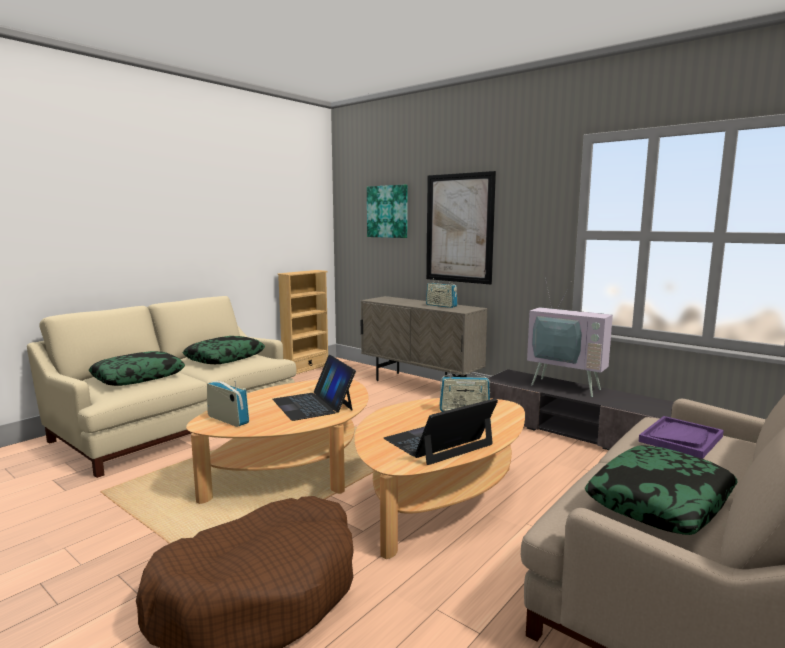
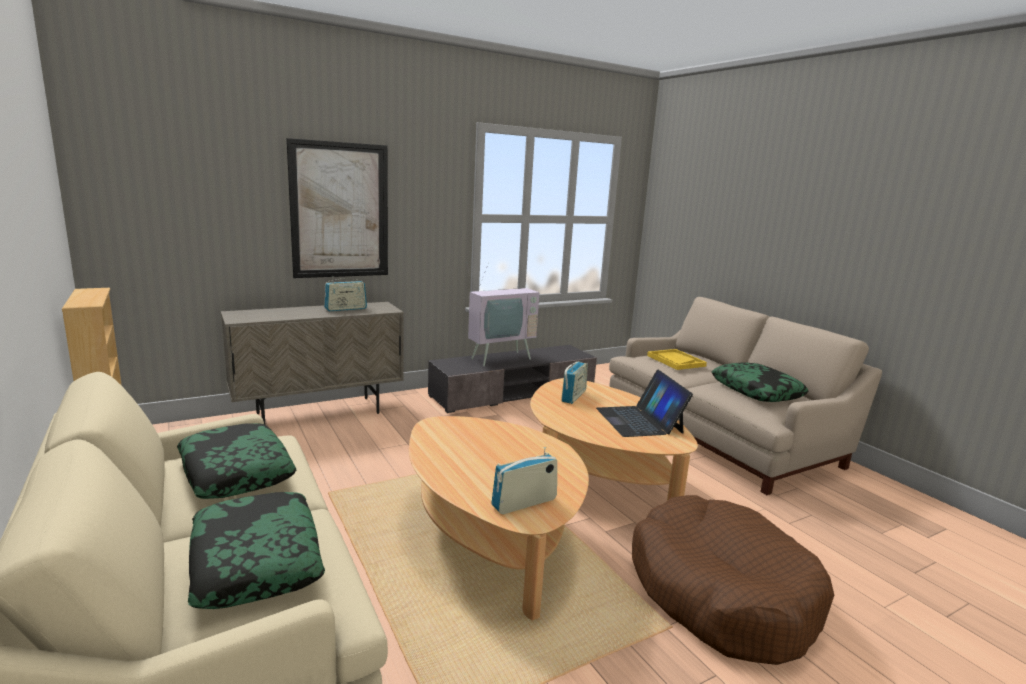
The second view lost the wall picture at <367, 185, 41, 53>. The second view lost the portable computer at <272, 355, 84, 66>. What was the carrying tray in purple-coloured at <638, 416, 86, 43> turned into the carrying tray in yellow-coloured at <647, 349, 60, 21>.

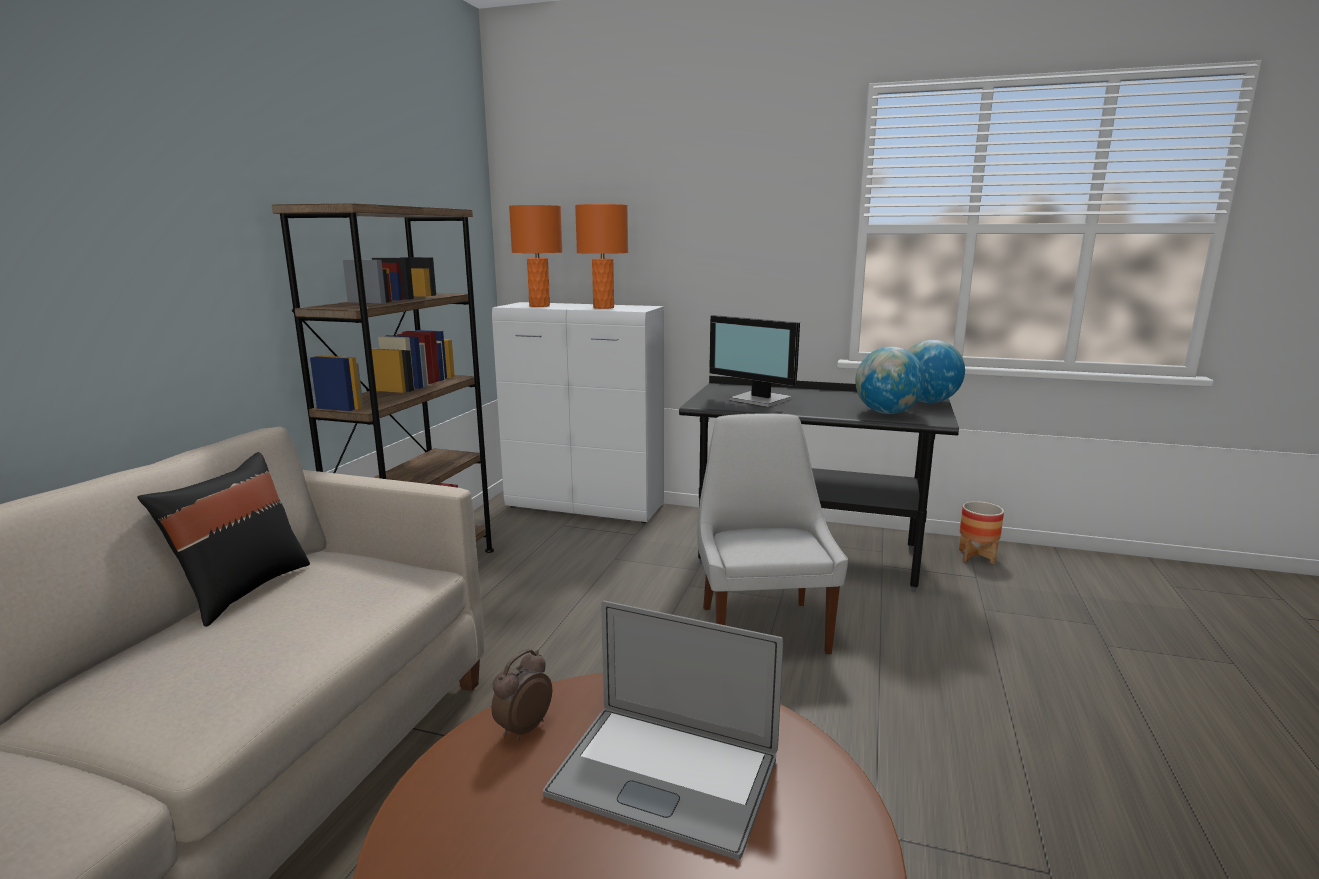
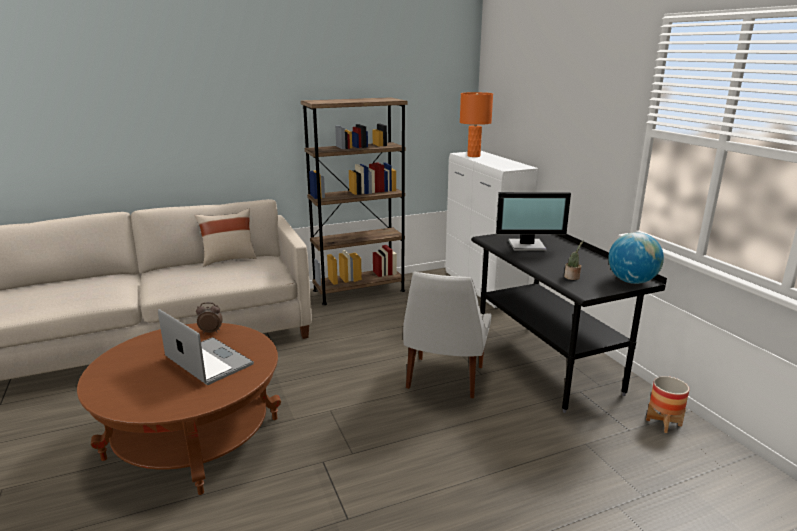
The second view lost the table lamp in orange at <575, 204, 53, 105>. The computer display at <709, 315, 91, 92> ended up facing another way, 90 degrees counterclockwise from before. Where the world globe stood at <855, 347, 70, 67>, the plant in a pot came to stand at <564, 241, 20, 39>. The upright chair in white-coloured at <697, 413, 151, 241> ended up facing another way, 150 degrees clockwise from before. What was the throw pillow in black-coloured at <137, 452, 173, 175> turned into the throw pillow in beige-coloured at <194, 209, 63, 57>. The portable computer at <543, 600, 240, 260> ended up facing another way, 150 degrees clockwise from before.

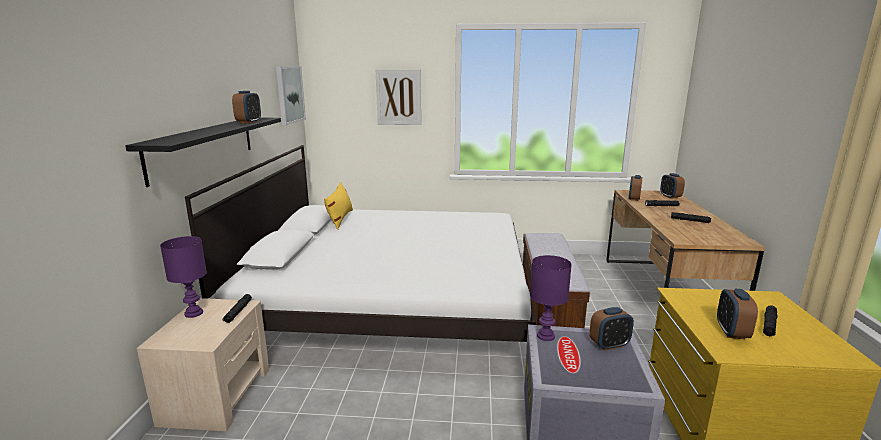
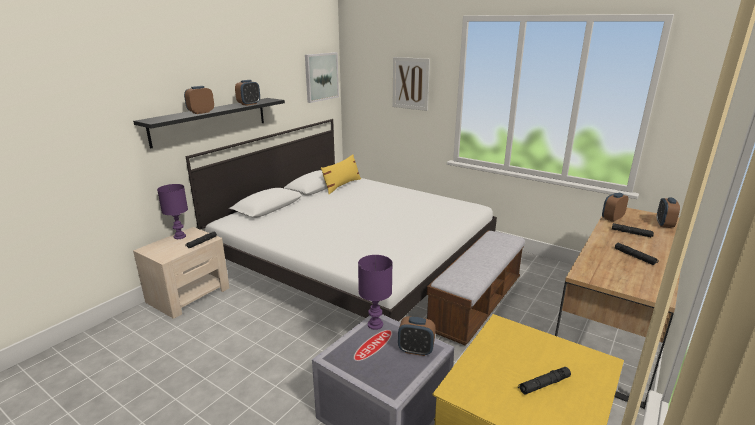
The bedside clock ended up elsewhere, having gone from <717, 289, 41, 50> to <184, 86, 30, 28>.

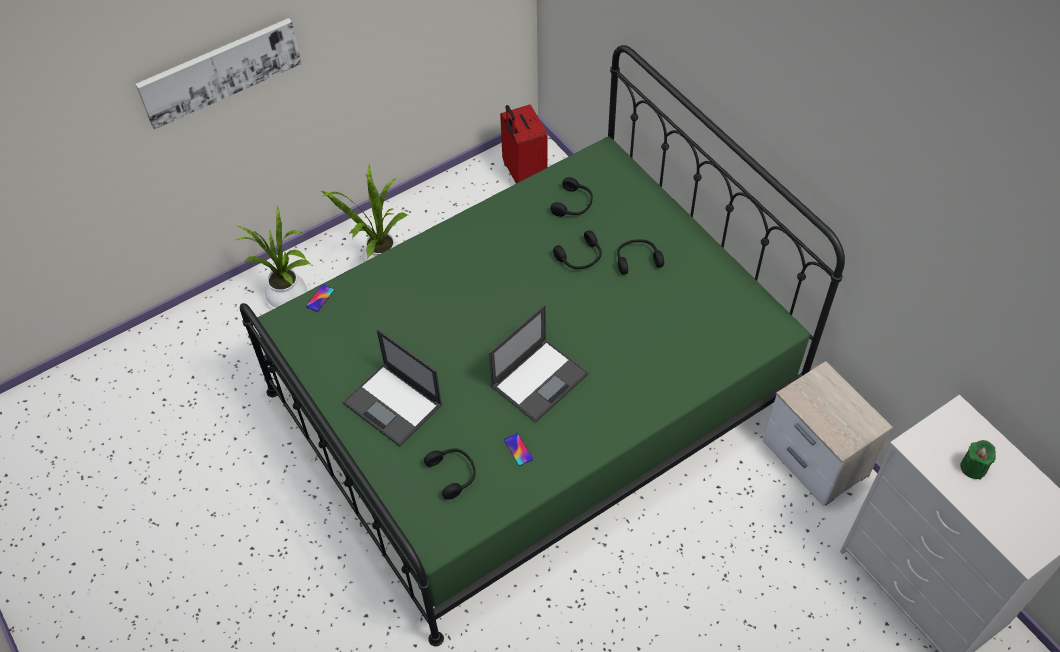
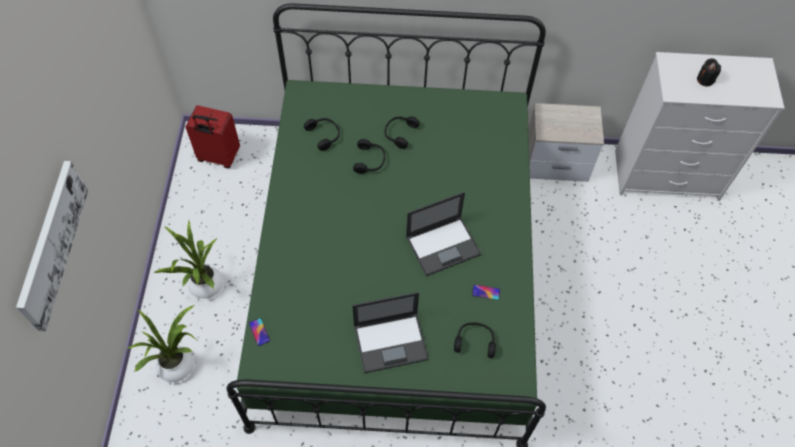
The portable computer at <489, 305, 100, 117> ended up facing another way, 75 degrees clockwise from before. What was the wax candle in greenish at <960, 440, 36, 40> turned into the wax candle in black-coloured at <697, 58, 24, 28>.

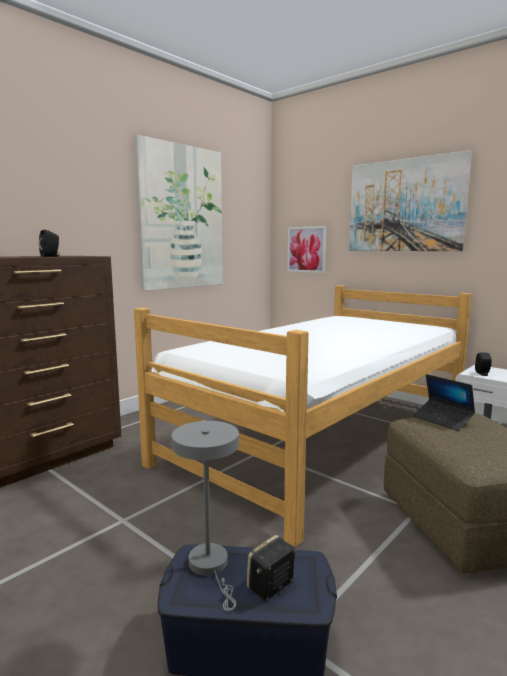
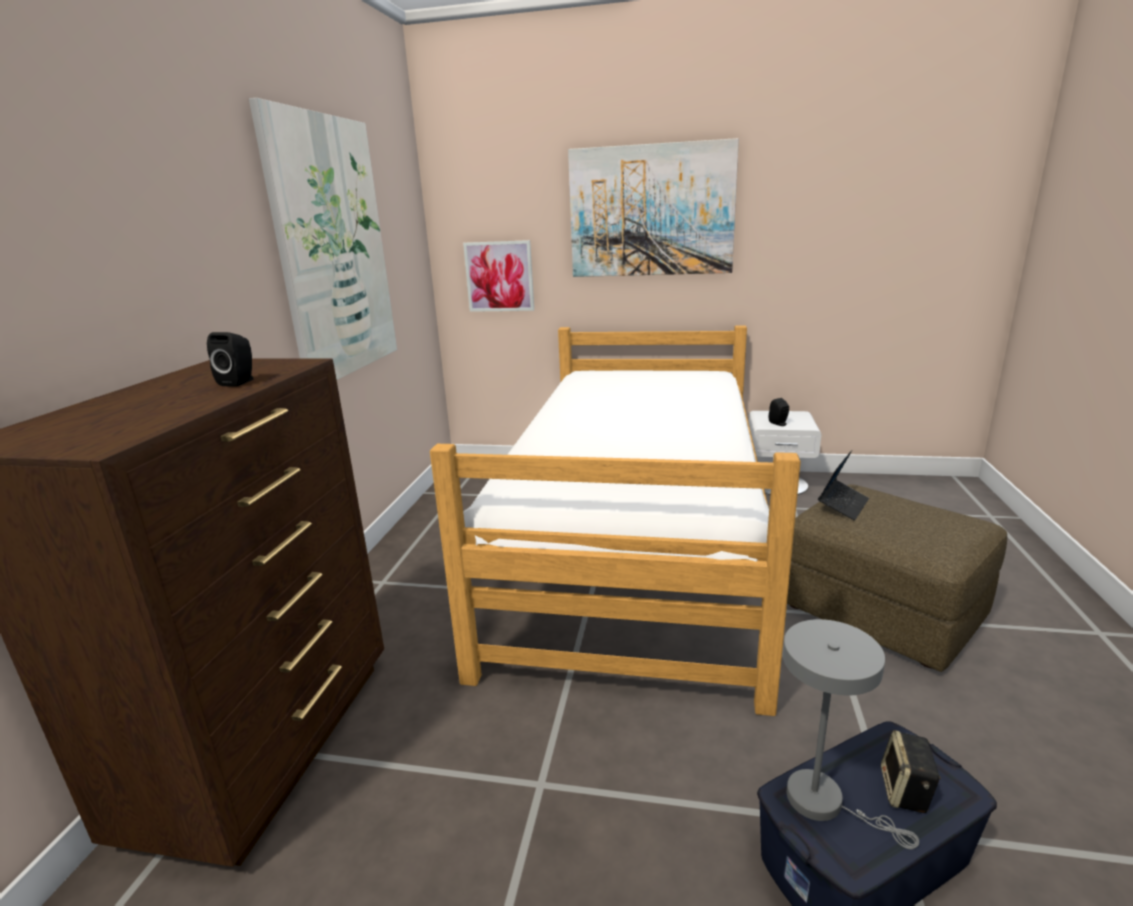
The portable computer at <413, 374, 62, 57> ended up facing another way, 75 degrees counterclockwise from before.

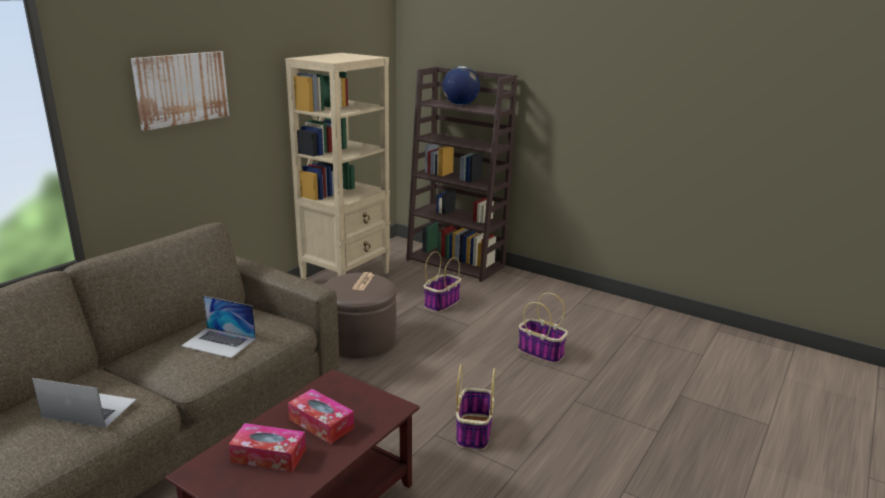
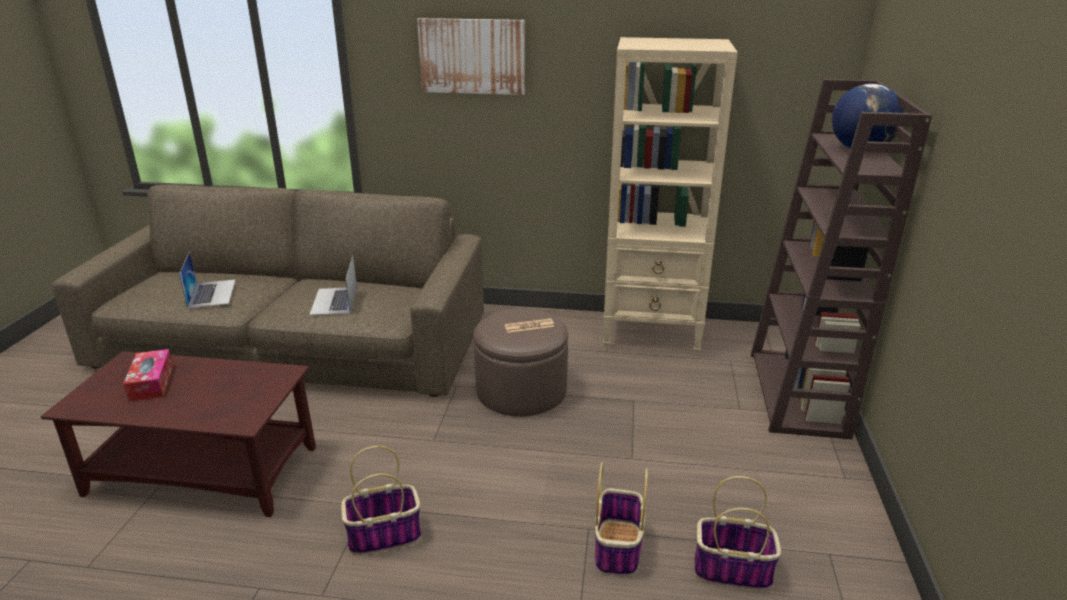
The basket ended up elsewhere, having gone from <423, 251, 38, 61> to <694, 476, 87, 114>. The second view lost the tissue holder at <288, 389, 66, 55>.

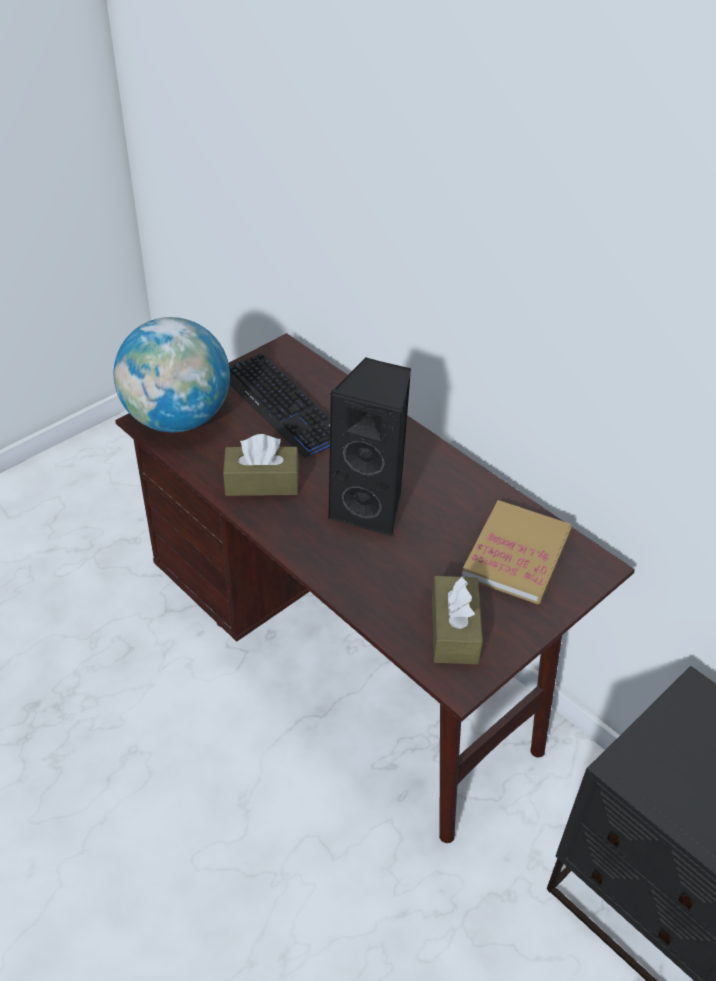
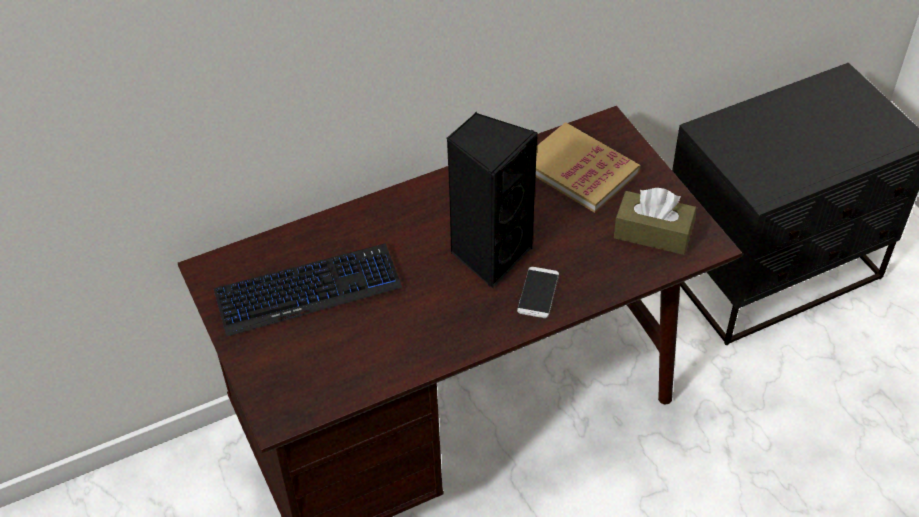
The second view lost the world globe at <114, 317, 116, 115>. The second view lost the tissue holder in brownish at <223, 434, 76, 62>. The second view gained the handset at <517, 267, 42, 51>.

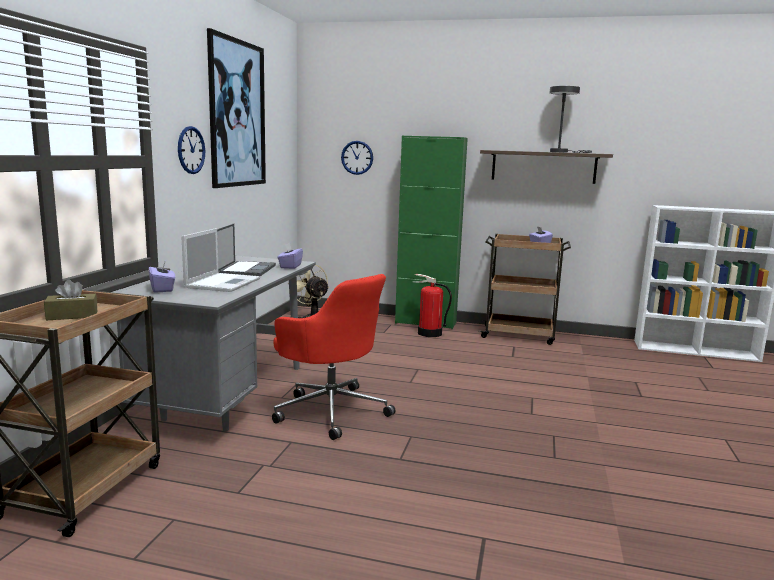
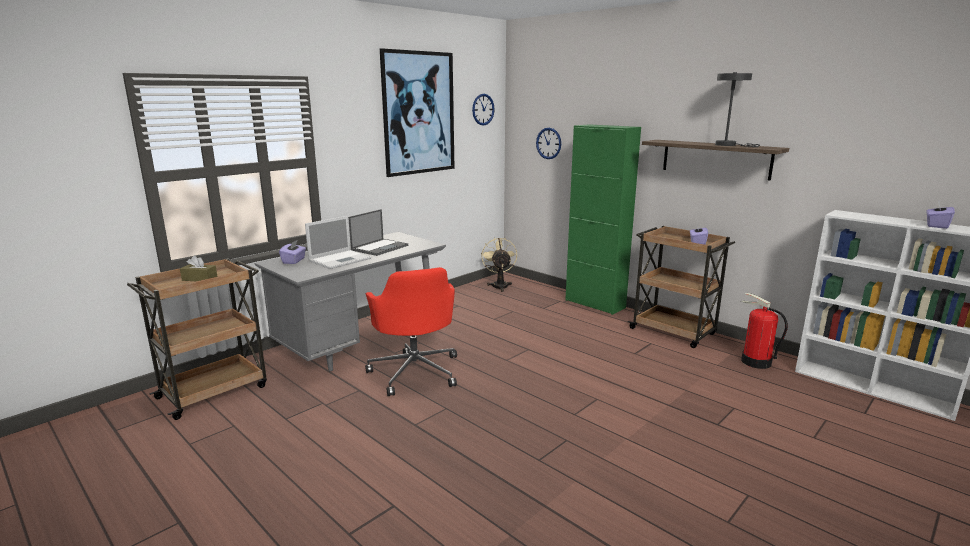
The wall clock ended up elsewhere, having gone from <178, 126, 27, 48> to <472, 94, 23, 32>. The tissue holder in purple-coloured ended up elsewhere, having gone from <277, 242, 26, 27> to <926, 202, 29, 27>. The extinguisher ended up elsewhere, having gone from <413, 274, 39, 63> to <741, 293, 47, 76>.

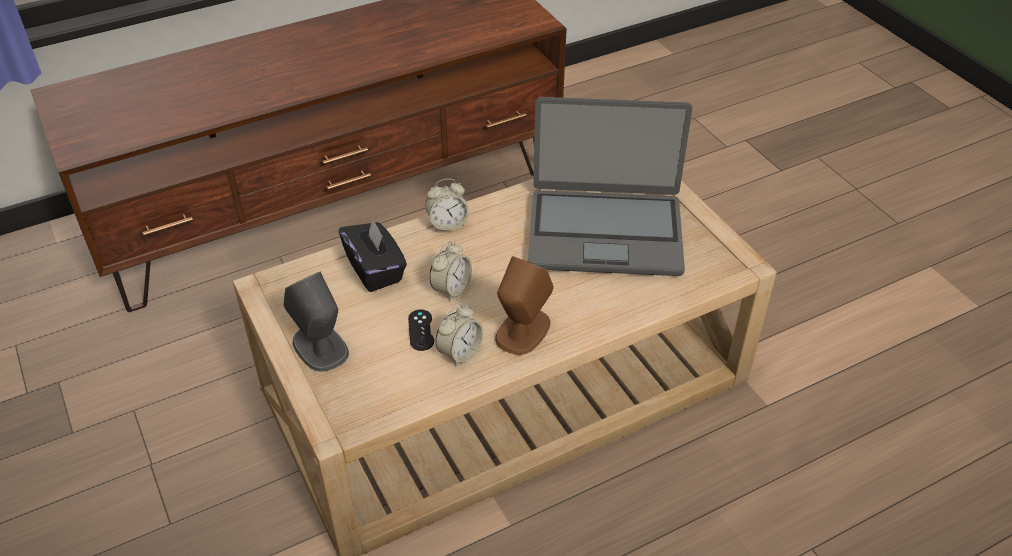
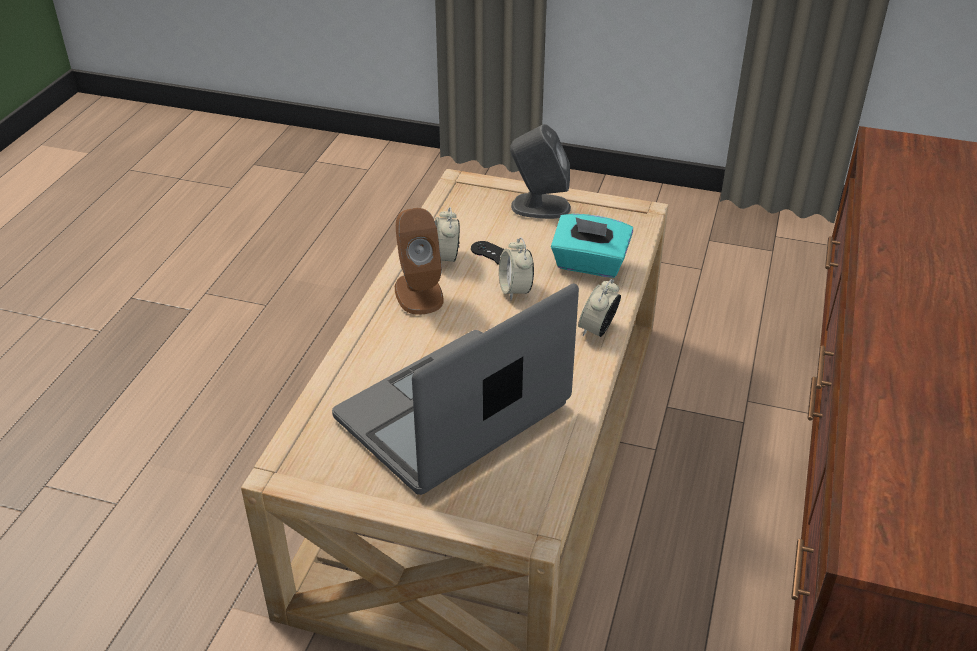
What was the tissue holder in black-coloured at <339, 218, 68, 74> turned into the tissue holder in turquoise-coloured at <551, 214, 82, 64>.

